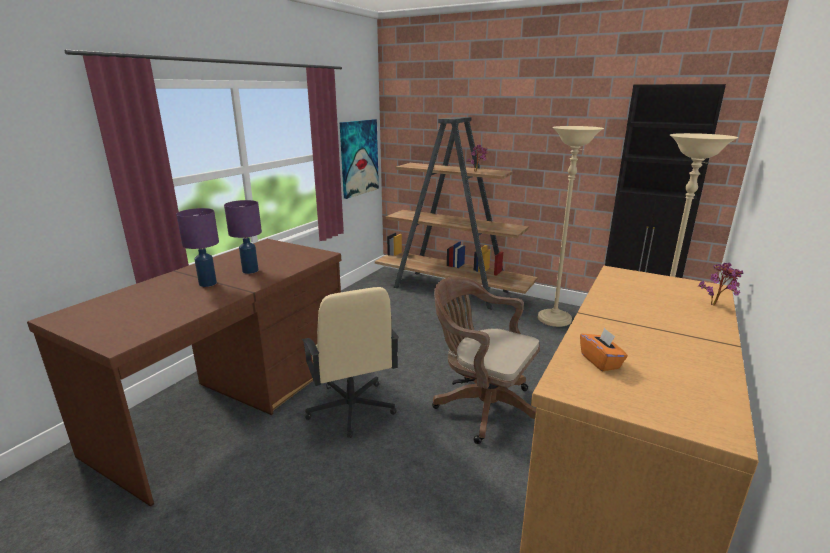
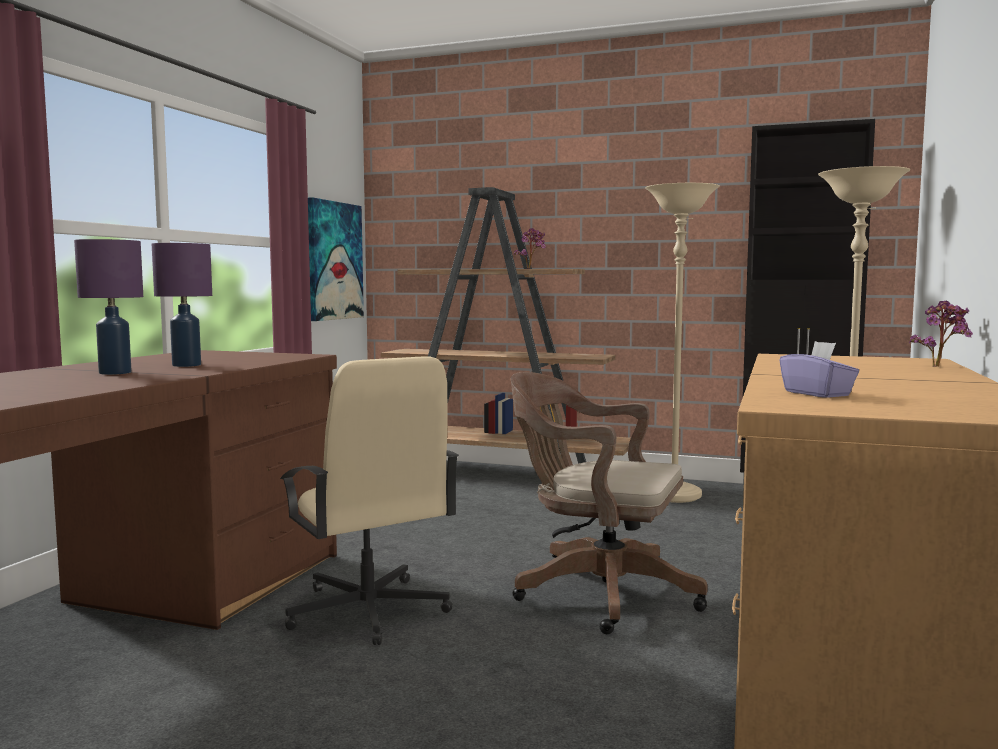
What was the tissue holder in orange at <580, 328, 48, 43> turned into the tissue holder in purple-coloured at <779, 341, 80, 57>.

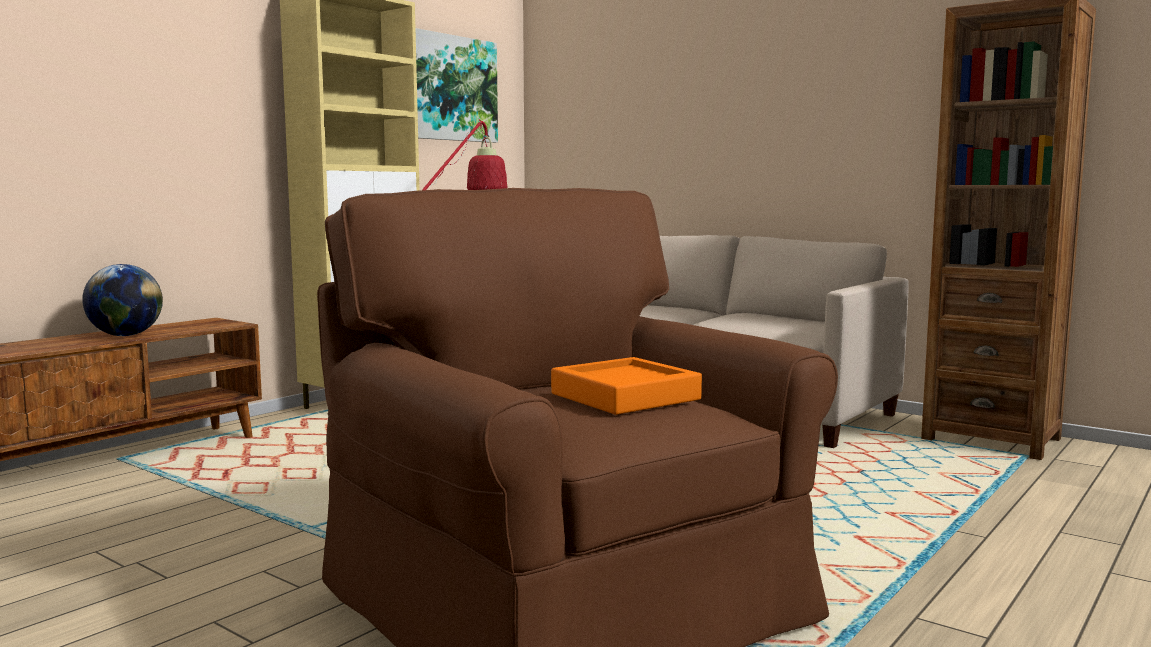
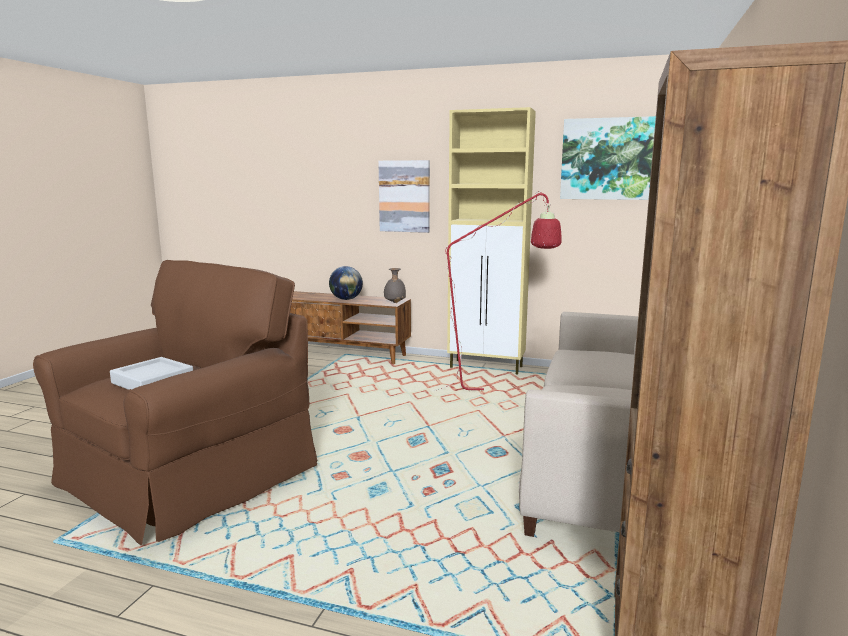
What was the carrying tray in orange at <551, 357, 151, 58> turned into the carrying tray in gray at <110, 357, 83, 33>. The second view gained the wall picture at <378, 160, 52, 73>. The second view gained the flower vase in gray at <384, 268, 22, 35>.

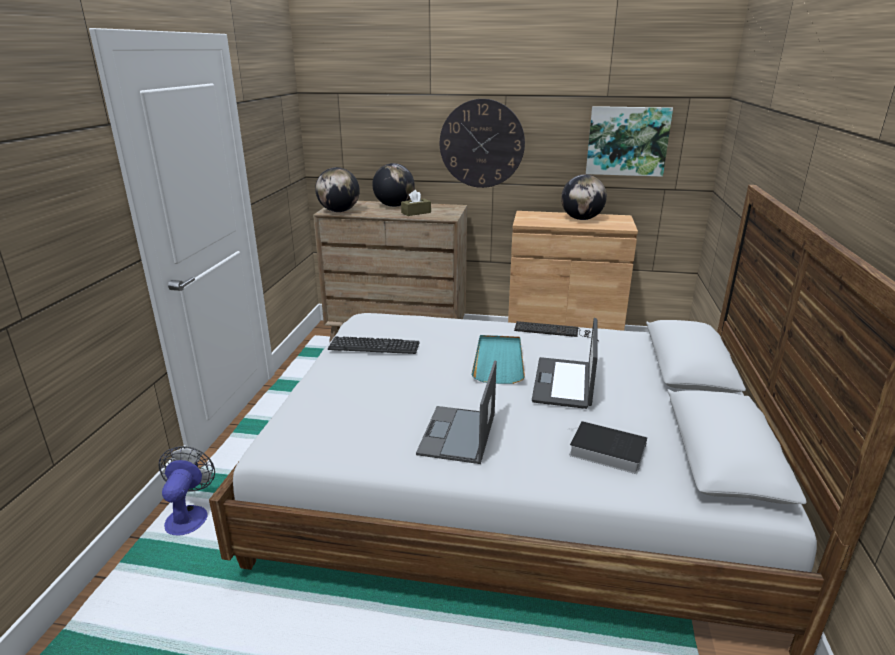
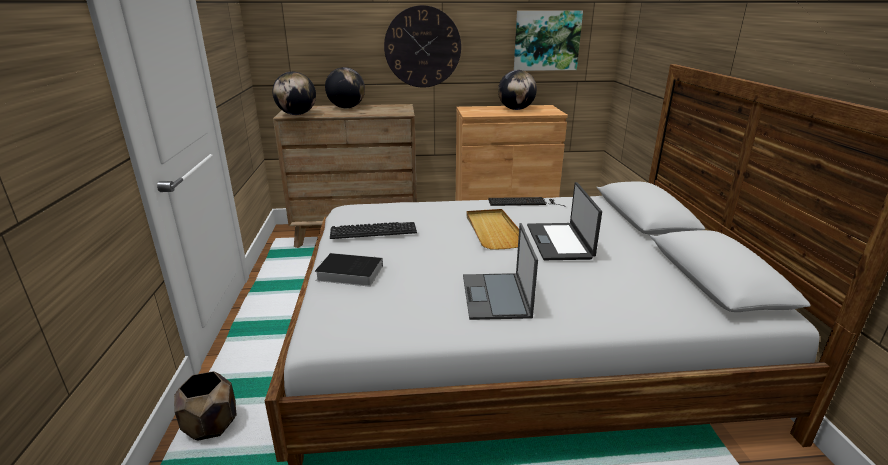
The second view lost the tissue holder in brownish at <401, 190, 30, 26>. What was the carrying tray in turquoise-coloured at <471, 335, 54, 49> turned into the carrying tray in beige-coloured at <467, 209, 52, 41>. The book ended up elsewhere, having gone from <567, 421, 80, 53> to <315, 253, 68, 33>. Where the electric fan stood at <159, 446, 56, 89>, the plant pot in brownish came to stand at <174, 371, 63, 69>.

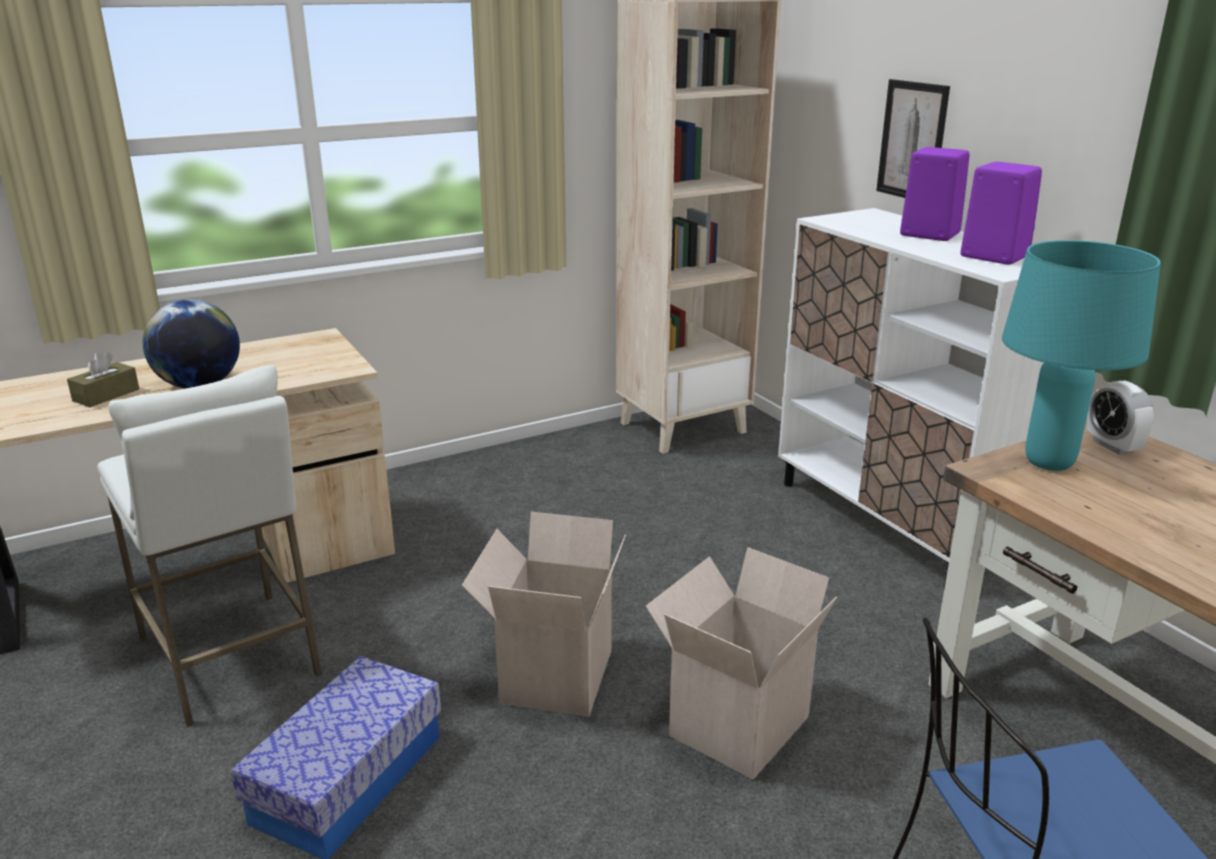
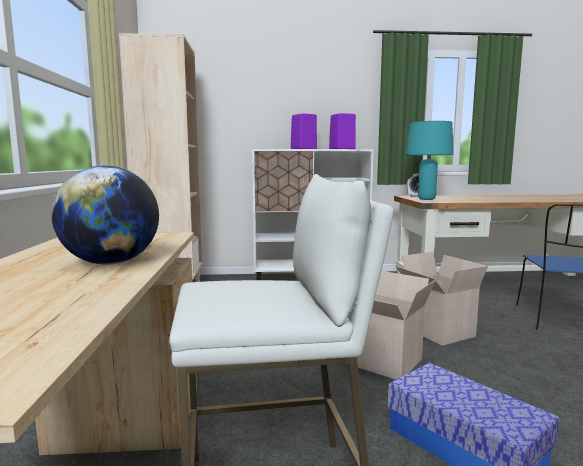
The second view lost the wall picture at <876, 79, 74, 119>. The second view lost the tissue holder in brownish at <67, 351, 72, 56>.

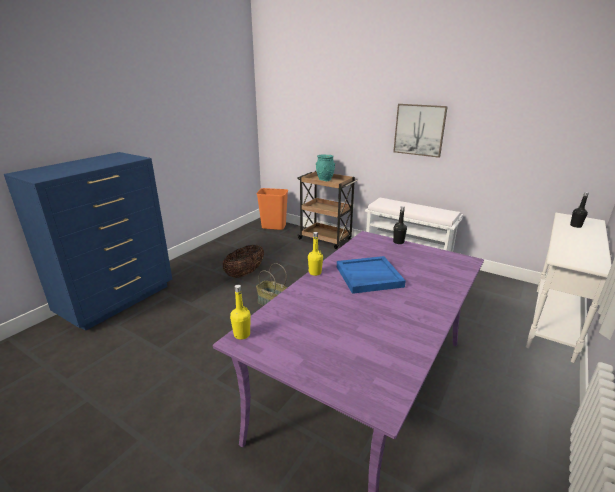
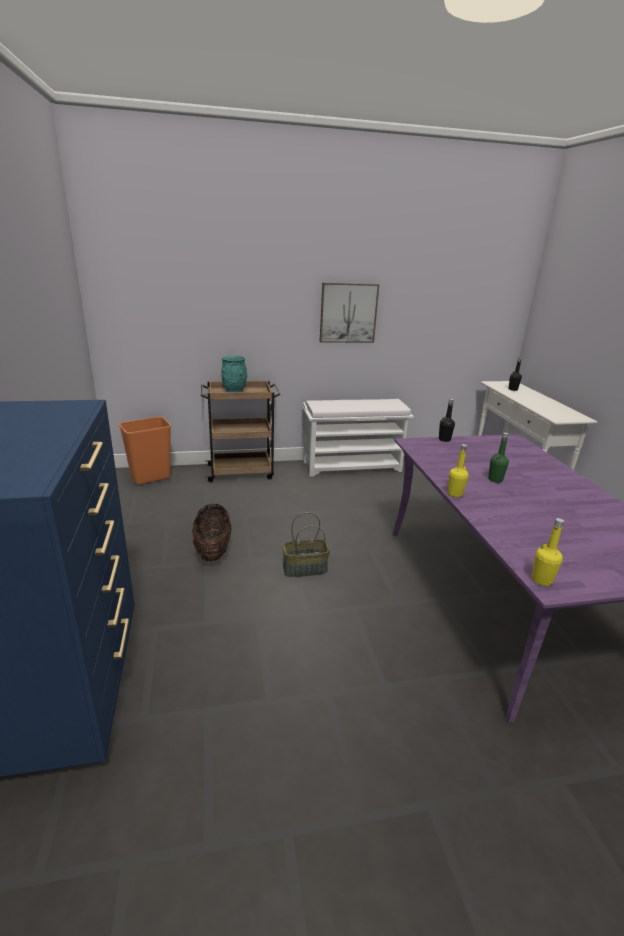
Where the carrying tray in blue-coloured stood at <337, 256, 69, 38>, the bottle in greenish came to stand at <488, 432, 21, 51>.

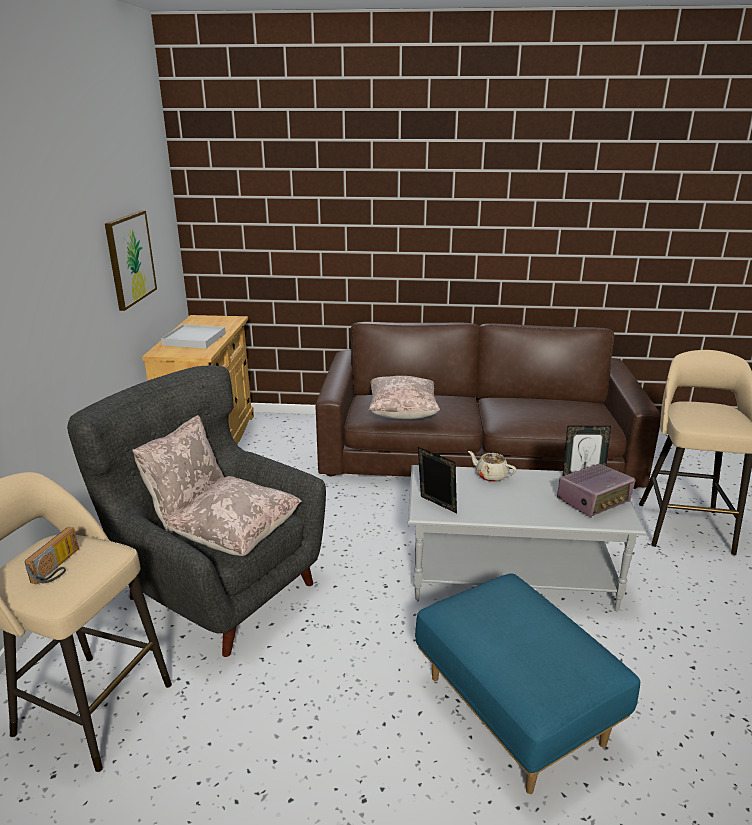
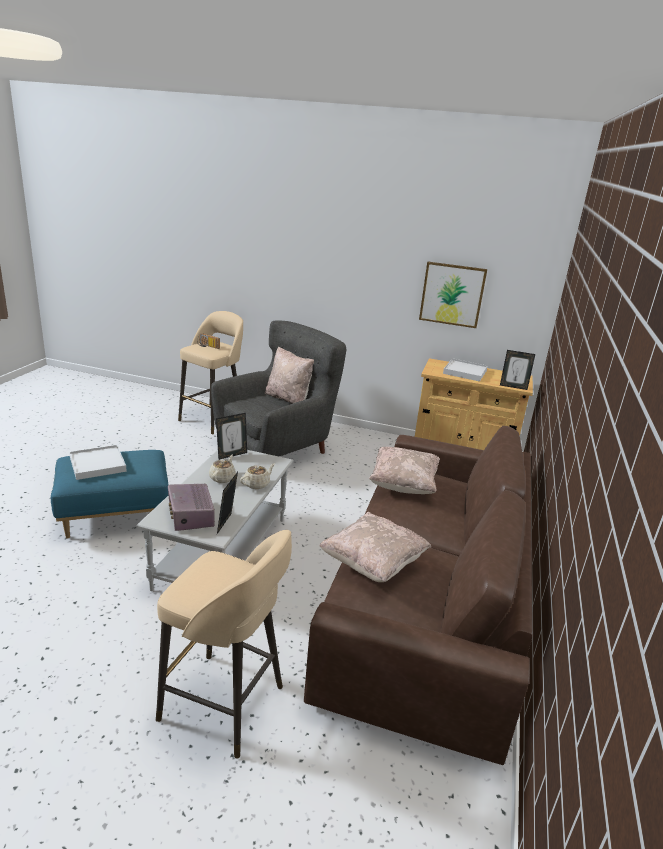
The throw pillow in beige-coloured ended up elsewhere, having gone from <164, 476, 138, 80> to <319, 512, 112, 70>. The second view gained the photo frame at <500, 350, 35, 40>. The second view gained the carrying tray in white-coloured at <69, 445, 58, 35>. The second view gained the tea pot in beige-coloured at <209, 454, 27, 29>.

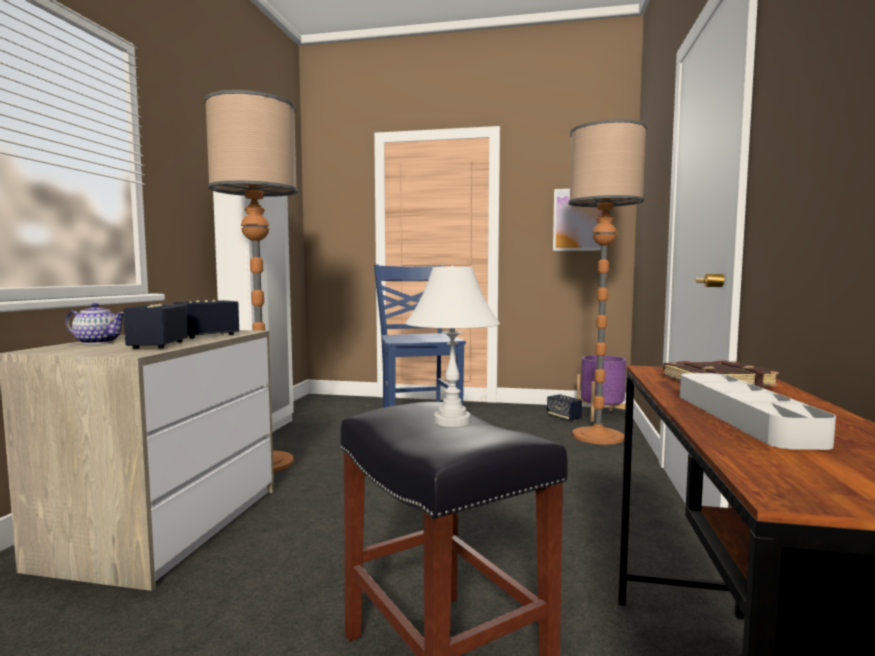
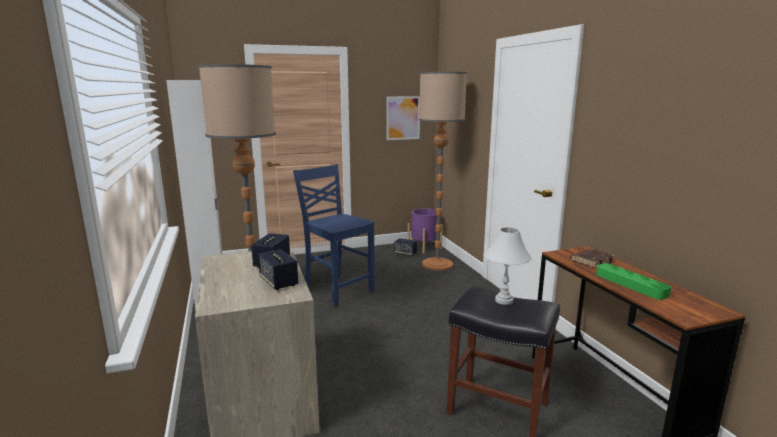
The second view lost the tea pot at <66, 303, 58, 41>. What was the carrying tray in gray at <680, 373, 156, 77> turned into the carrying tray in greenish at <596, 263, 75, 37>.

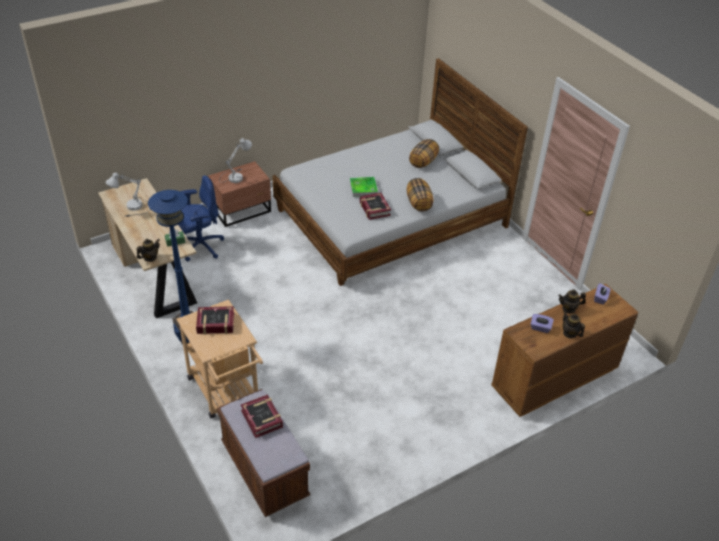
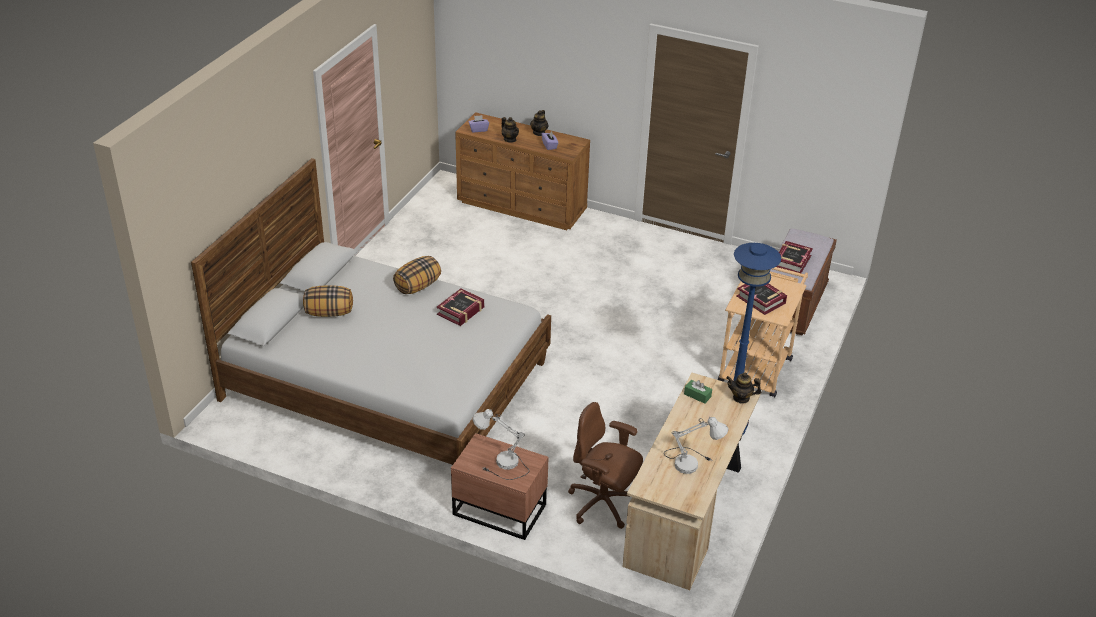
What was the computer chair in blue-coloured at <179, 175, 45, 87> turned into the computer chair in brownish at <568, 402, 75, 127>. The second view lost the carrying tray at <350, 177, 28, 20>.

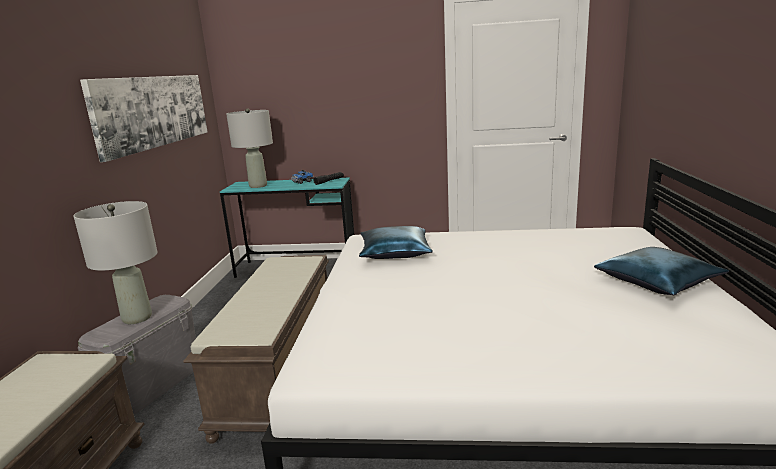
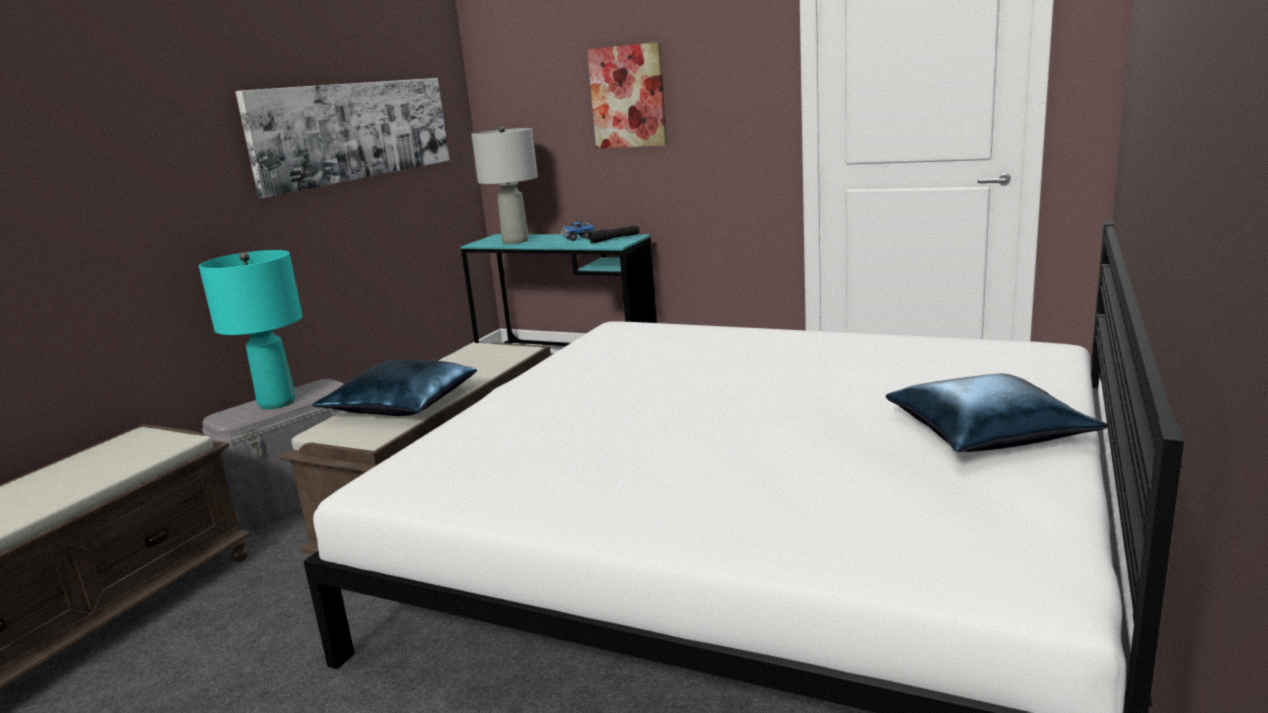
What was the table lamp in gray at <73, 201, 85, 123> turned into the table lamp in turquoise-coloured at <199, 250, 104, 159>. The throw pillow in blue-coloured ended up elsewhere, having gone from <359, 226, 74, 33> to <313, 359, 164, 57>. The second view gained the wall picture at <587, 42, 80, 107>.

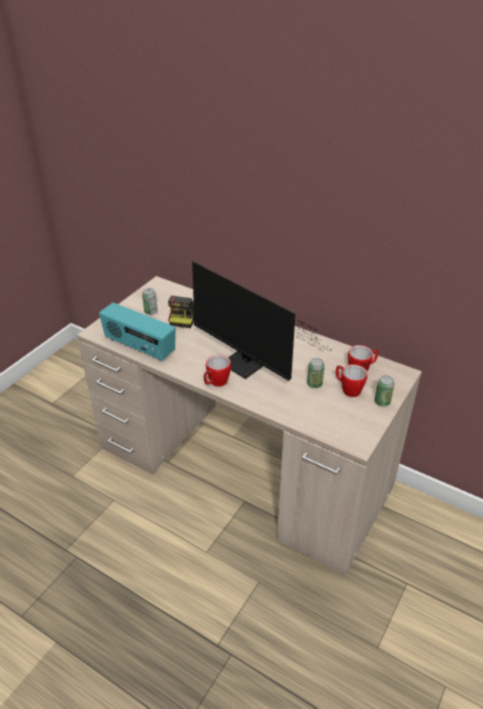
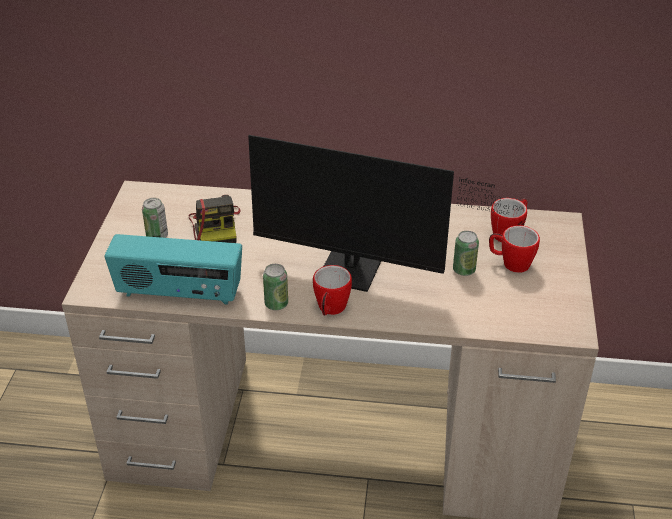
The metal can ended up elsewhere, having gone from <375, 375, 19, 32> to <263, 264, 25, 46>.

